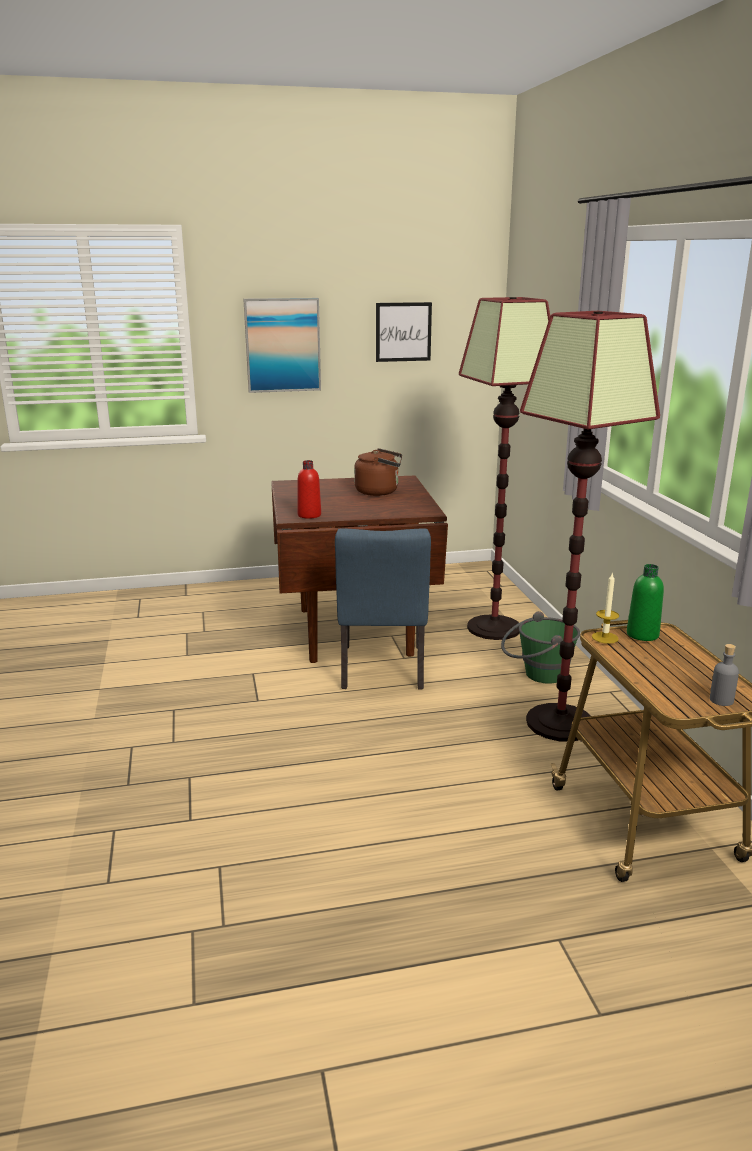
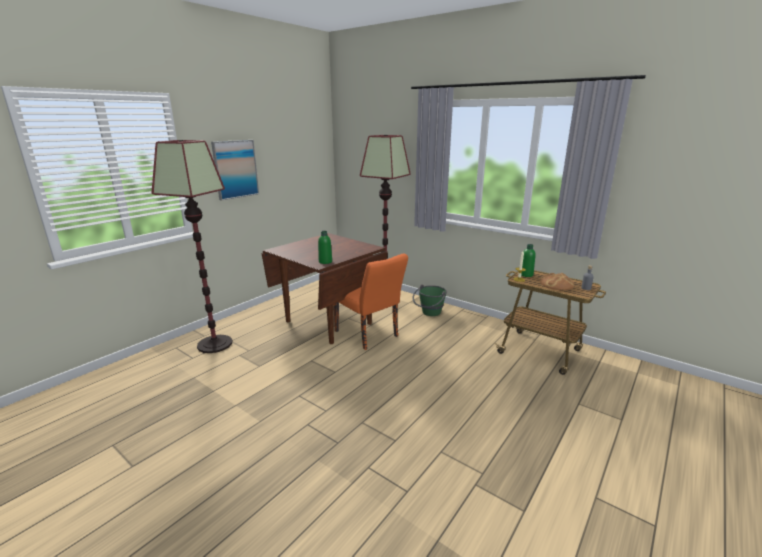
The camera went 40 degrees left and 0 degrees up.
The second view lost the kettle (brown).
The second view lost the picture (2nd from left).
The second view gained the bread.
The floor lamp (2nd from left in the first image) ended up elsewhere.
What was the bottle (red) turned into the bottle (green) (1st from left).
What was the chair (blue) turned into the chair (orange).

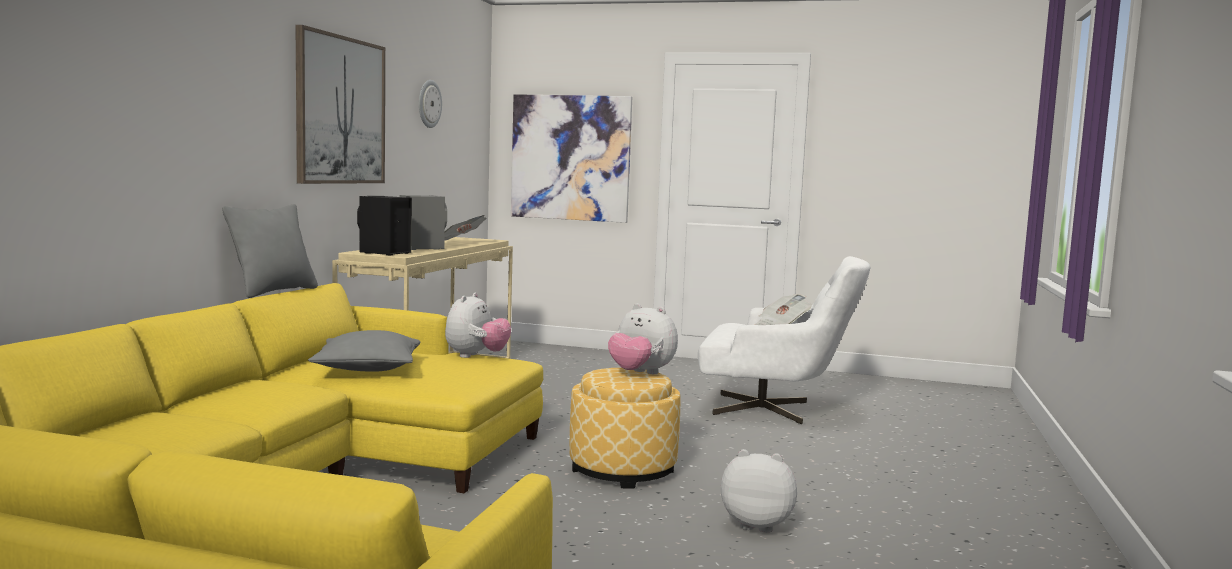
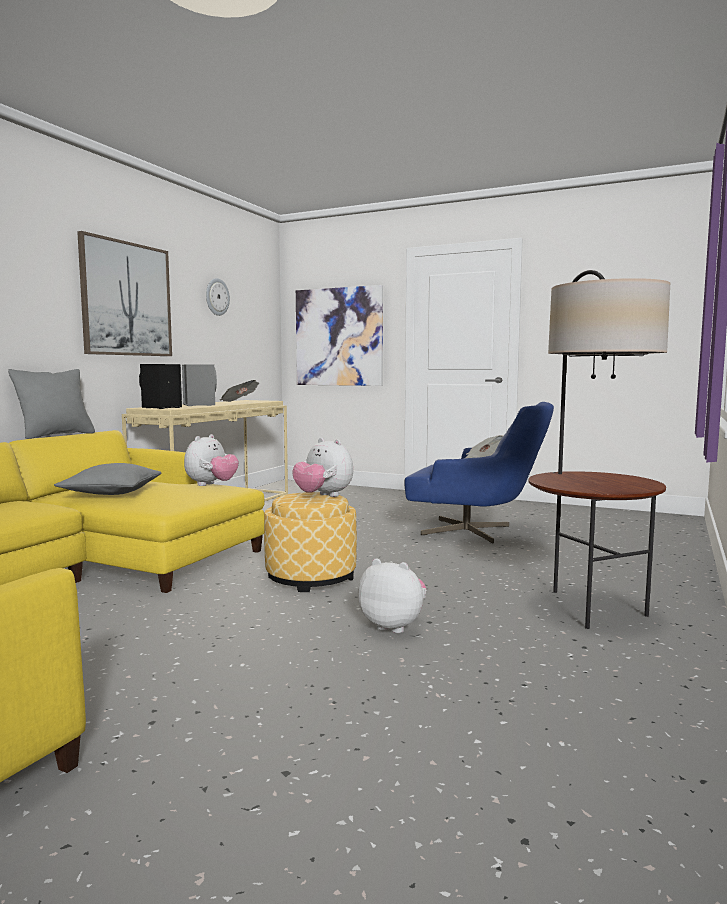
The camera went 10 degrees right and 0 degrees up.
The second view gained the floor lamp.
What was the armchair (white) turned into the armchair (blue).

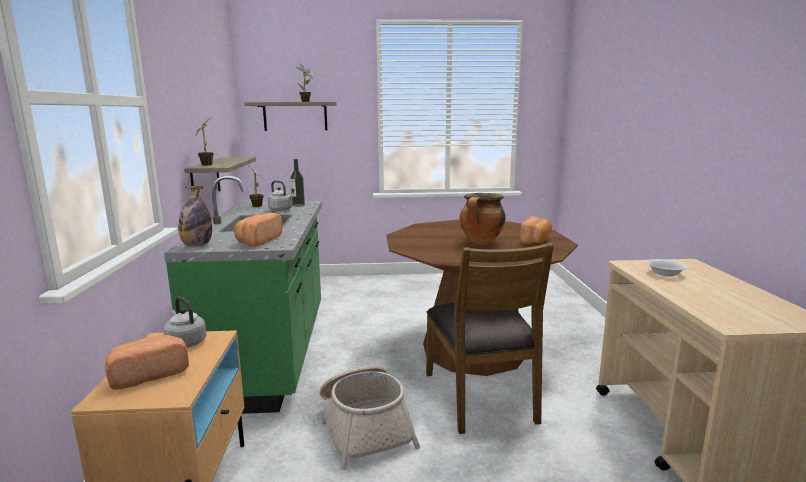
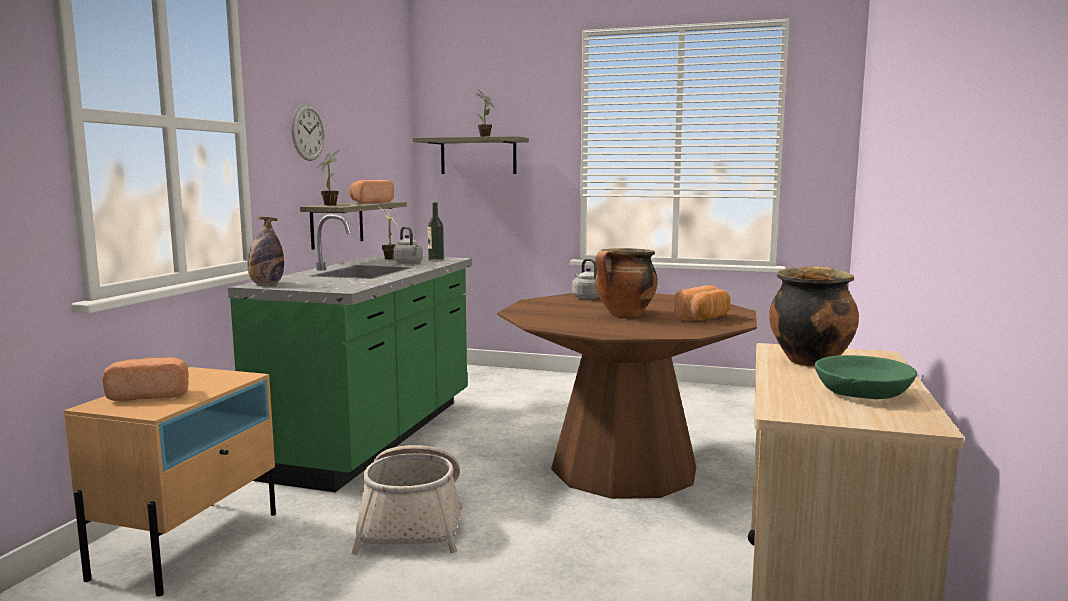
The camera went 20 degrees right and 5 degrees down.
The second view lost the chair (brown).
The second view gained the wall clock.
The second view gained the bowl (green).
The kettle (grey) (1st from left in the first image) ended up elsewhere.
The bread (2nd from left) ended up elsewhere.
Where the bowl (white) stood, the cooking pot (2nd from left) came to stand.

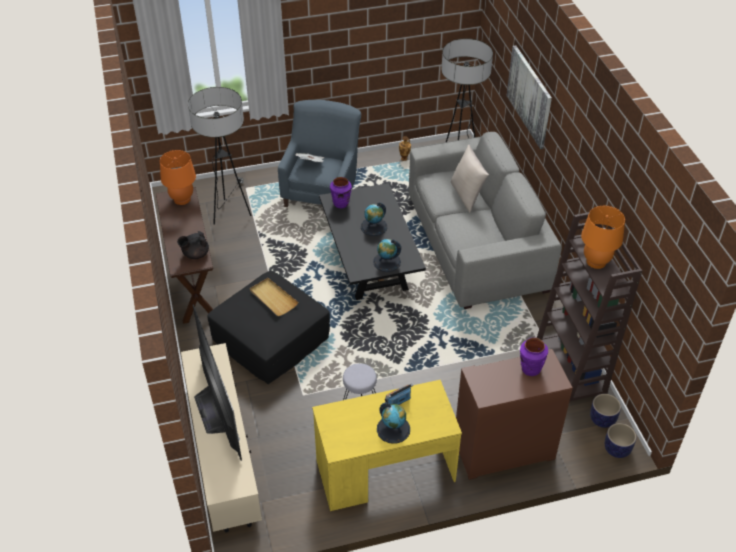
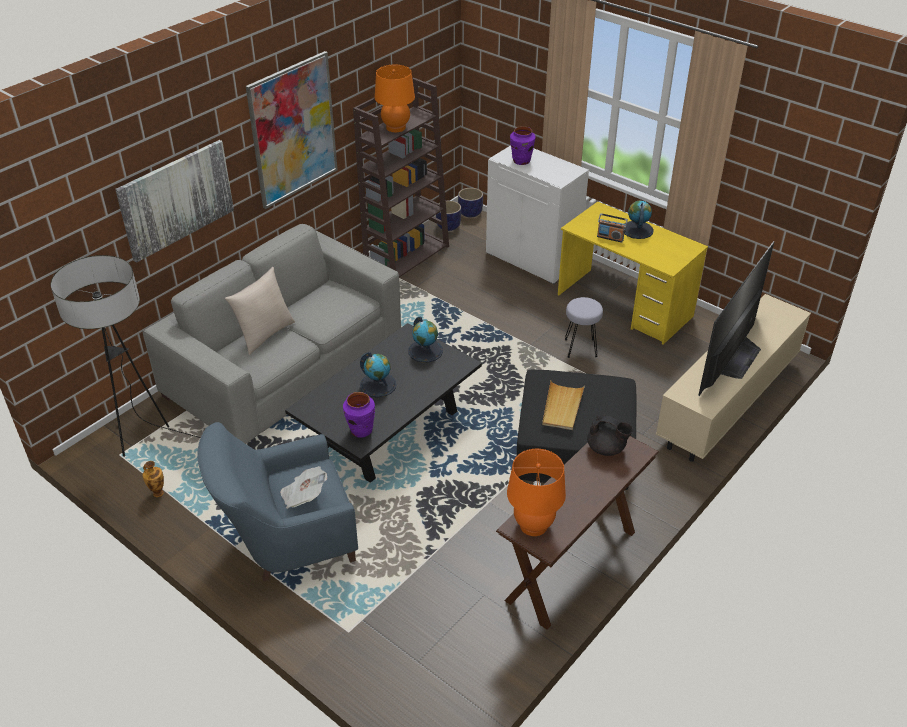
The camera went 125 degrees left and 5 degrees down.
The second view lost the floor lamp (1st from left).
The second view gained the picture (2nd from left).
What was the cabinet (brown) turned into the cabinet (white).

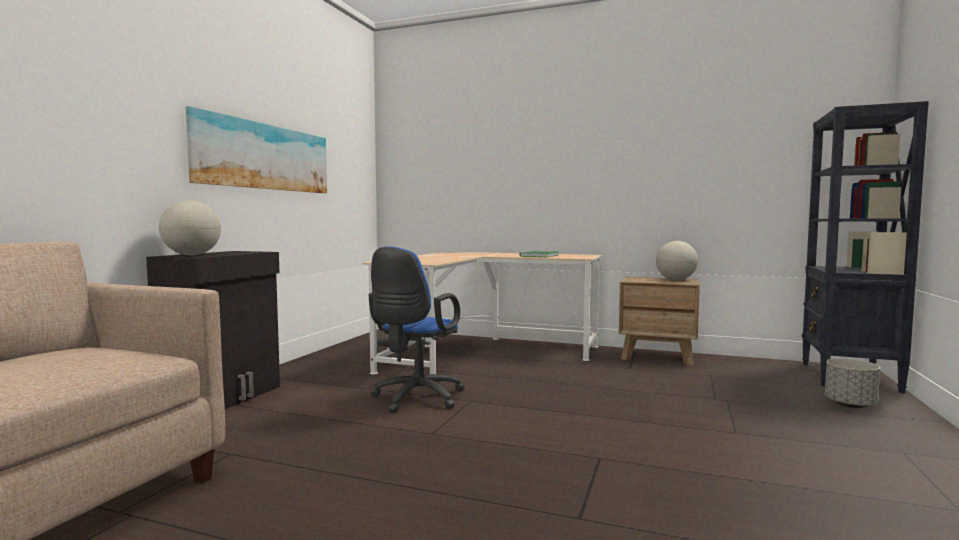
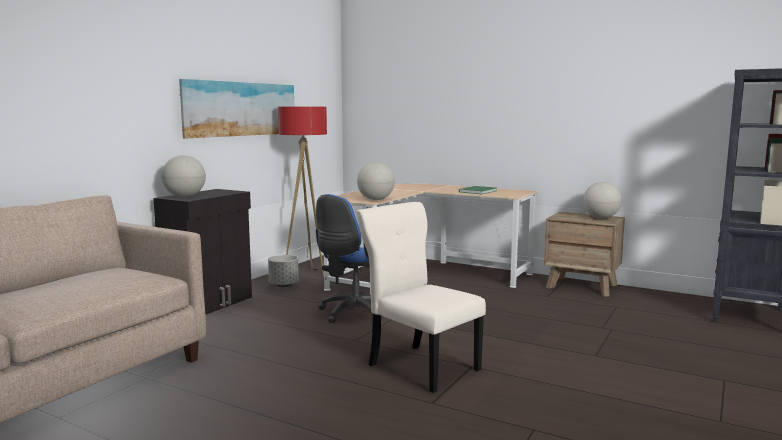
The camera went 10 degrees right and 5 degrees up.
The second view gained the floor lamp.
The second view gained the globe (2nd from left).
The second view gained the chair (beige).
The planter (grey) ended up elsewhere.

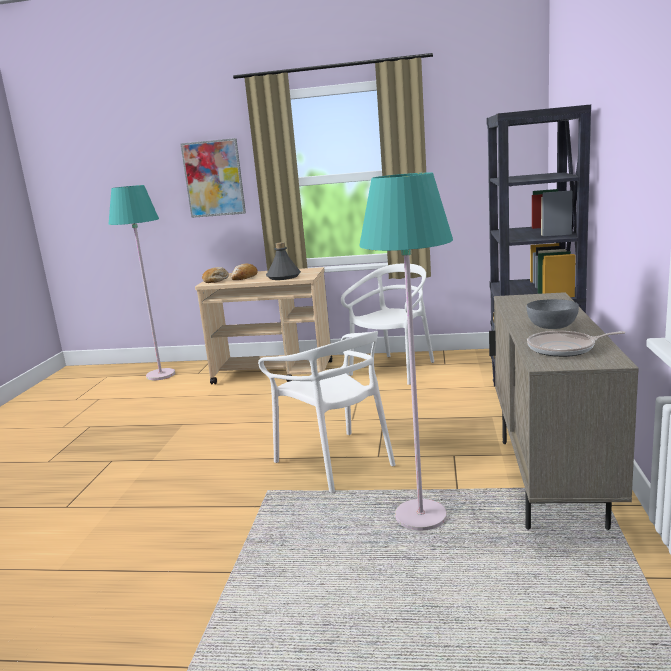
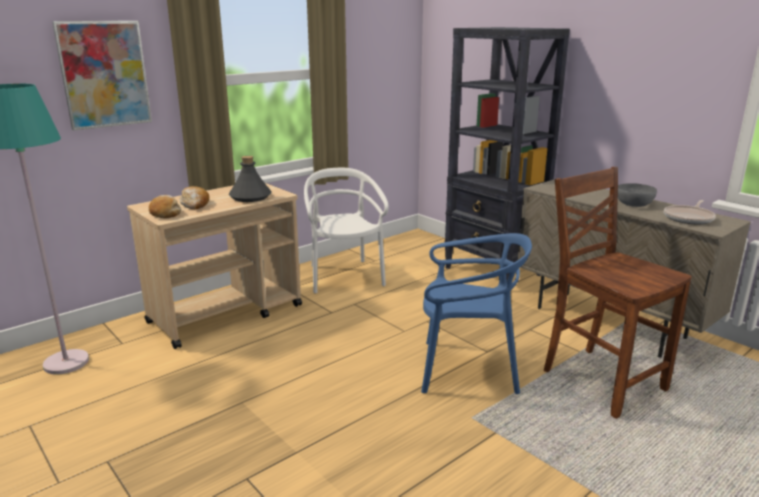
The camera went 50 degrees left and 5 degrees up.
Where the floor lamp (turquoise) (2nd from left) stood, the chair (brown) came to stand.
What was the chair (white) (1st from left) turned into the chair (blue).

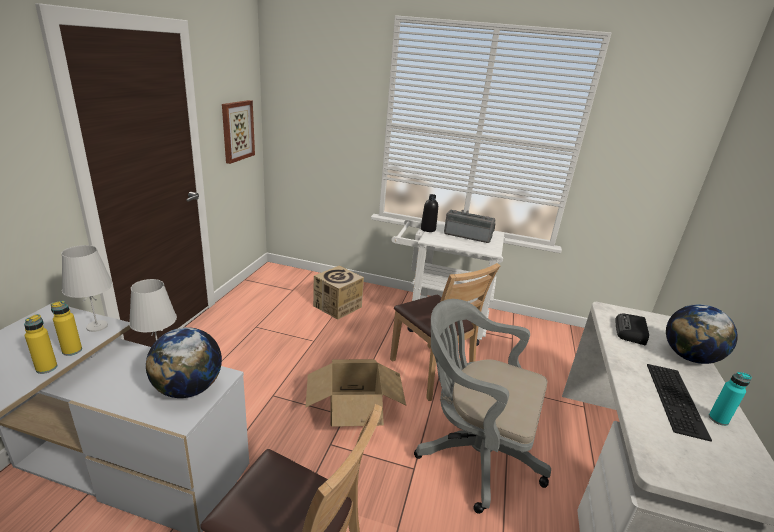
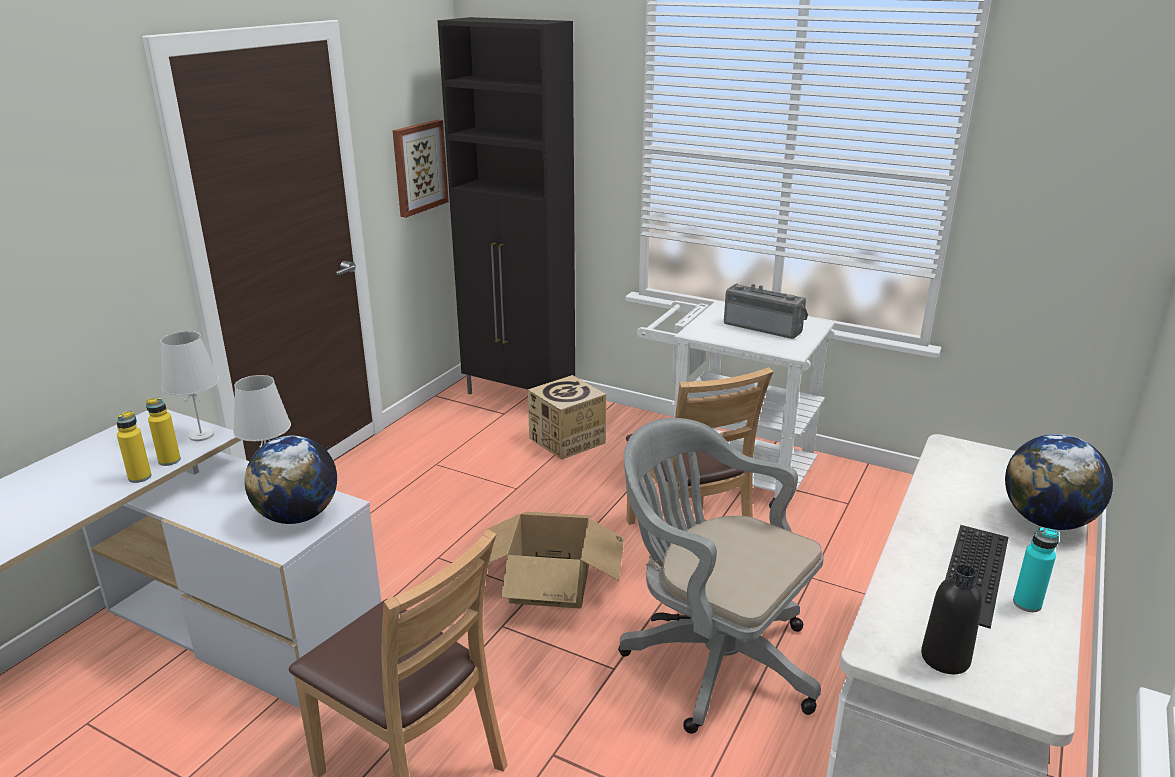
The camera went 15 degrees right and 0 degrees up.
The second view lost the radio (2nd from left).
The second view gained the cabinet (black).
The bottle (black) ended up elsewhere.

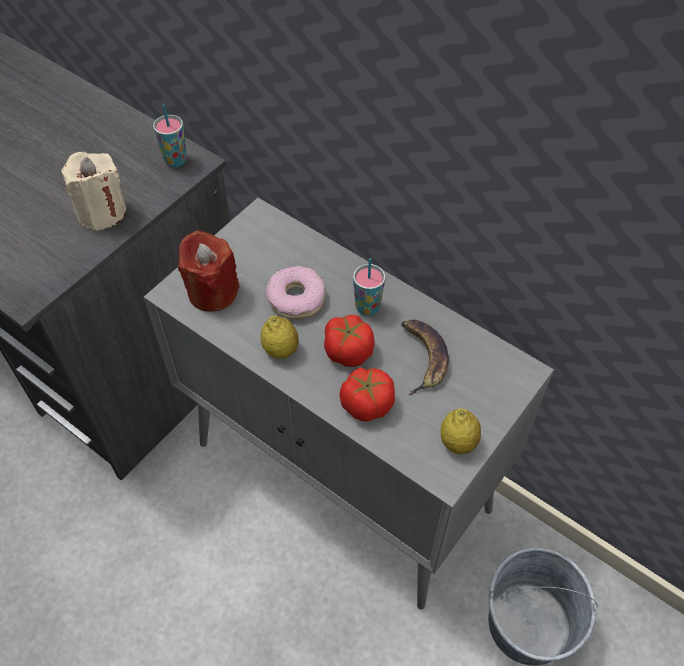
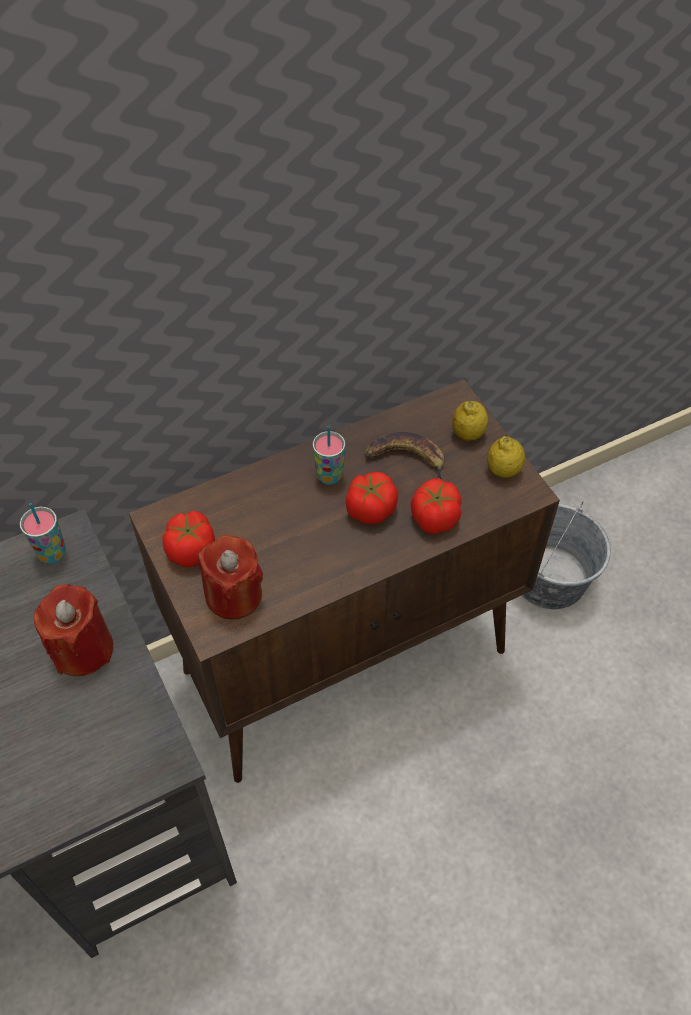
The camera went 65 degrees left and 0 degrees up.
The second view lost the donut.
The second view gained the tomato (1st from left).
The lemon (1st from left) ended up elsewhere.
What was the candle (beige) turned into the candle (red) (1st from left).
What was the cabinet (grey) turned into the cabinet (brown).

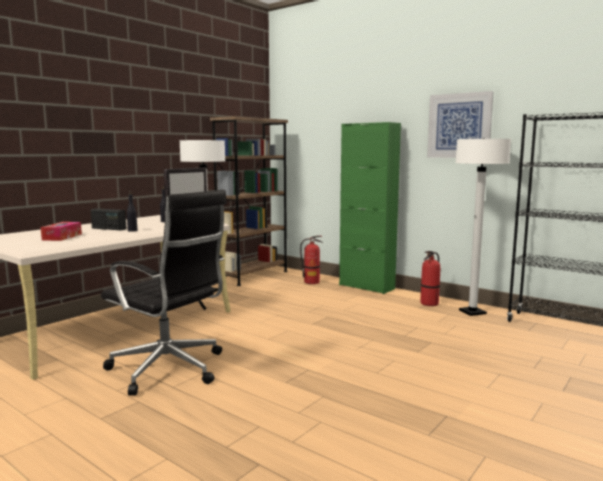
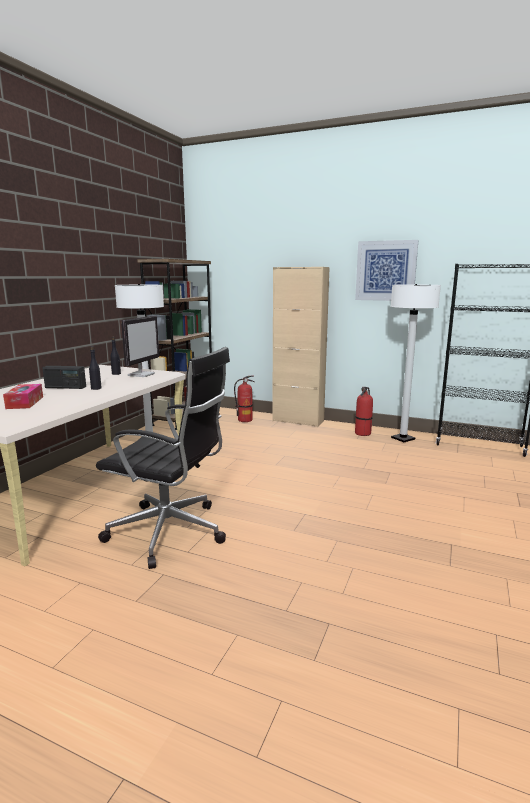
The camera went 15 degrees left and 5 degrees up.
What was the cabinet (green) turned into the cabinet (beige).

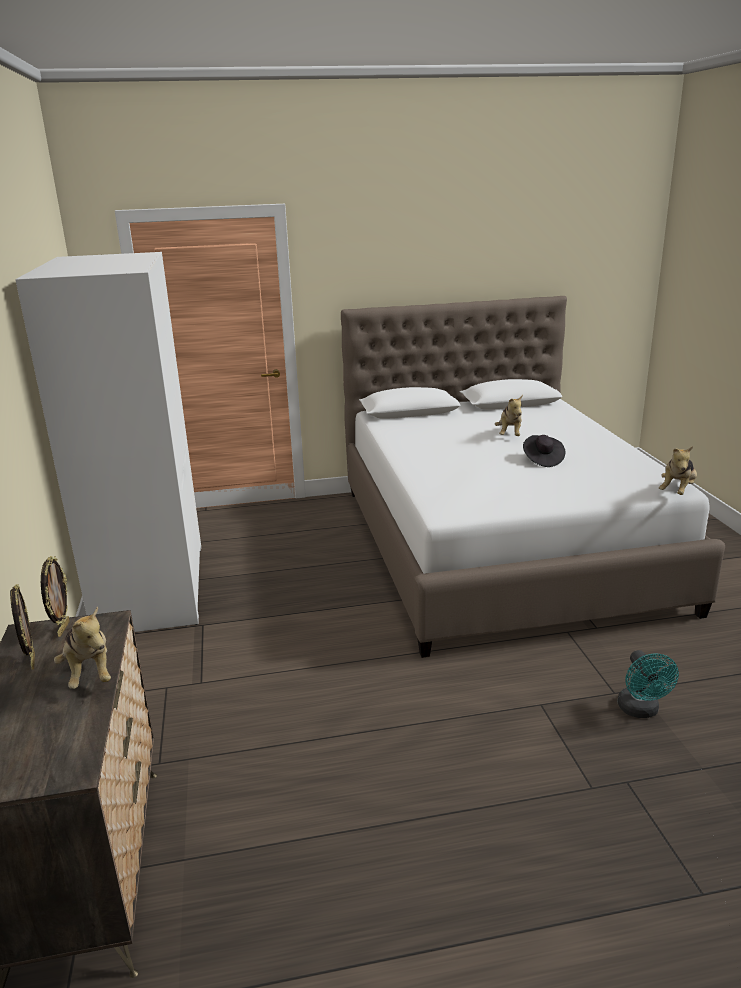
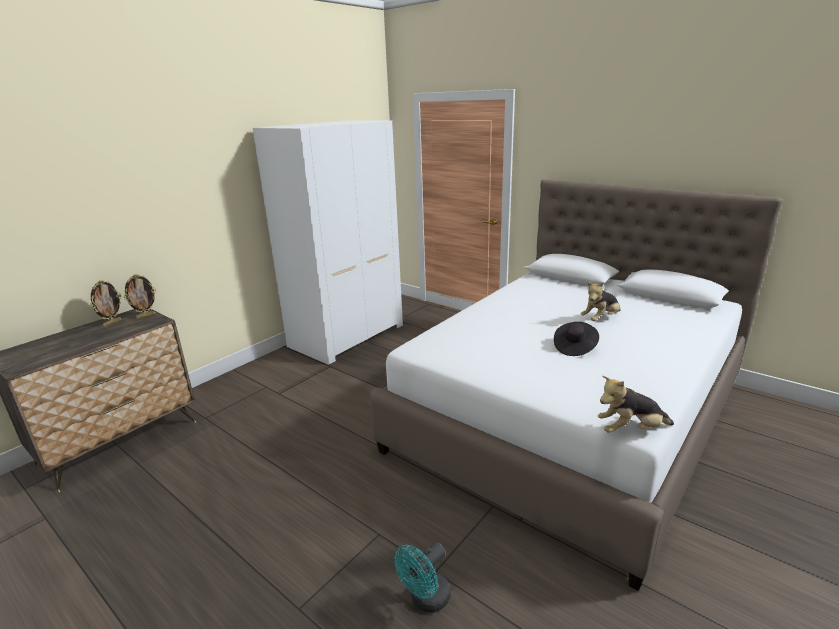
The camera went 50 degrees right and 0 degrees up.
The second view lost the plush toy (1st from left).

